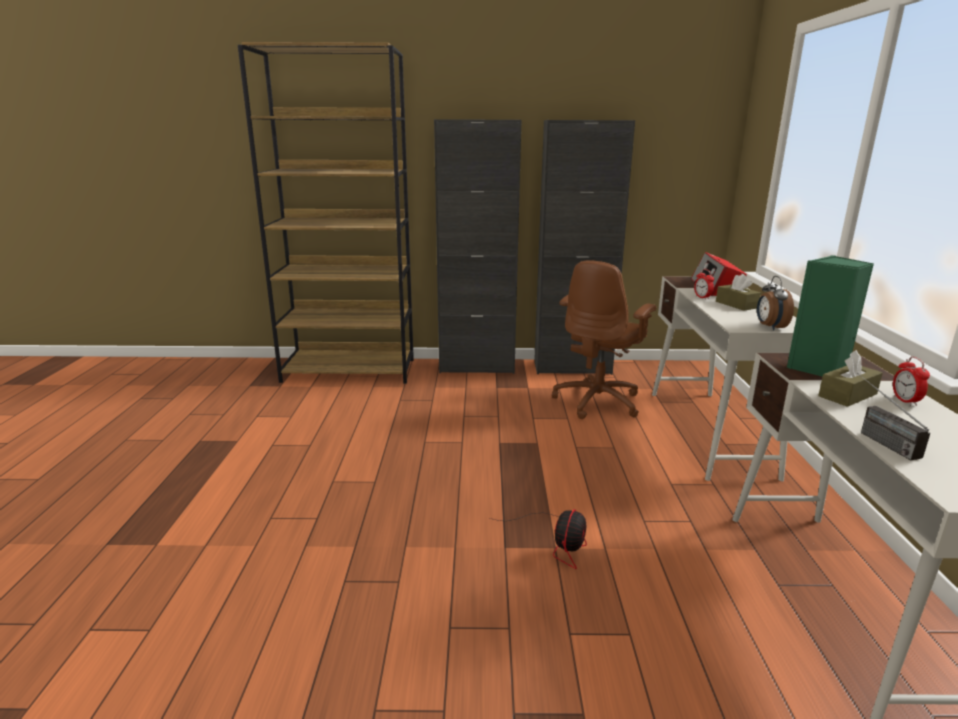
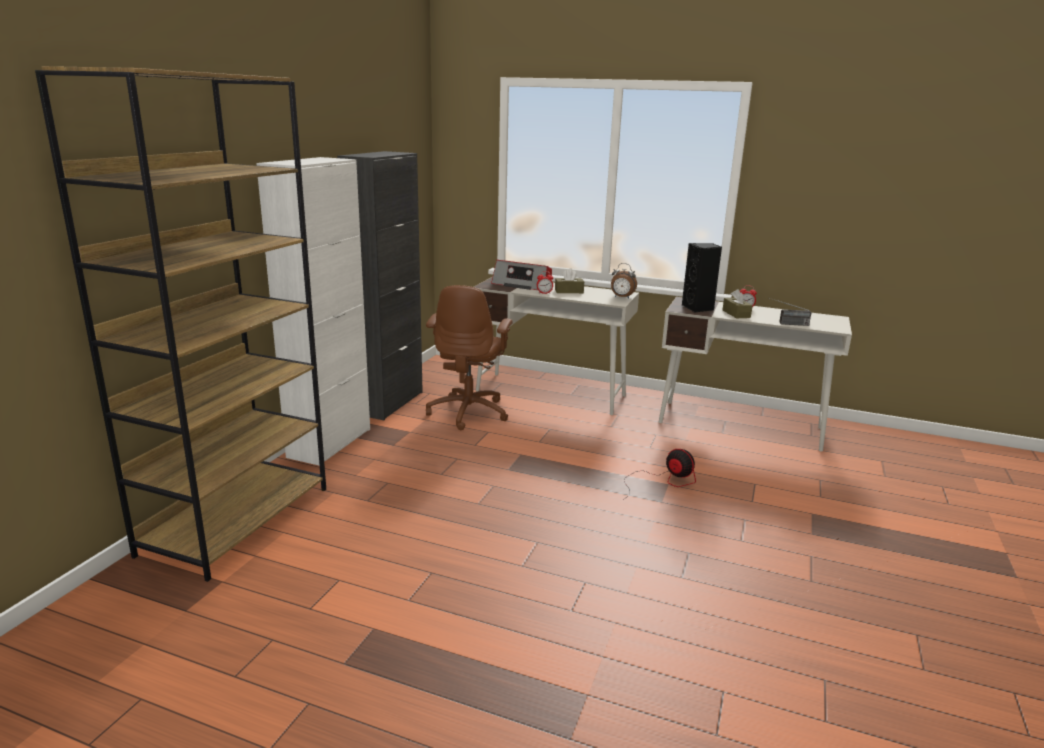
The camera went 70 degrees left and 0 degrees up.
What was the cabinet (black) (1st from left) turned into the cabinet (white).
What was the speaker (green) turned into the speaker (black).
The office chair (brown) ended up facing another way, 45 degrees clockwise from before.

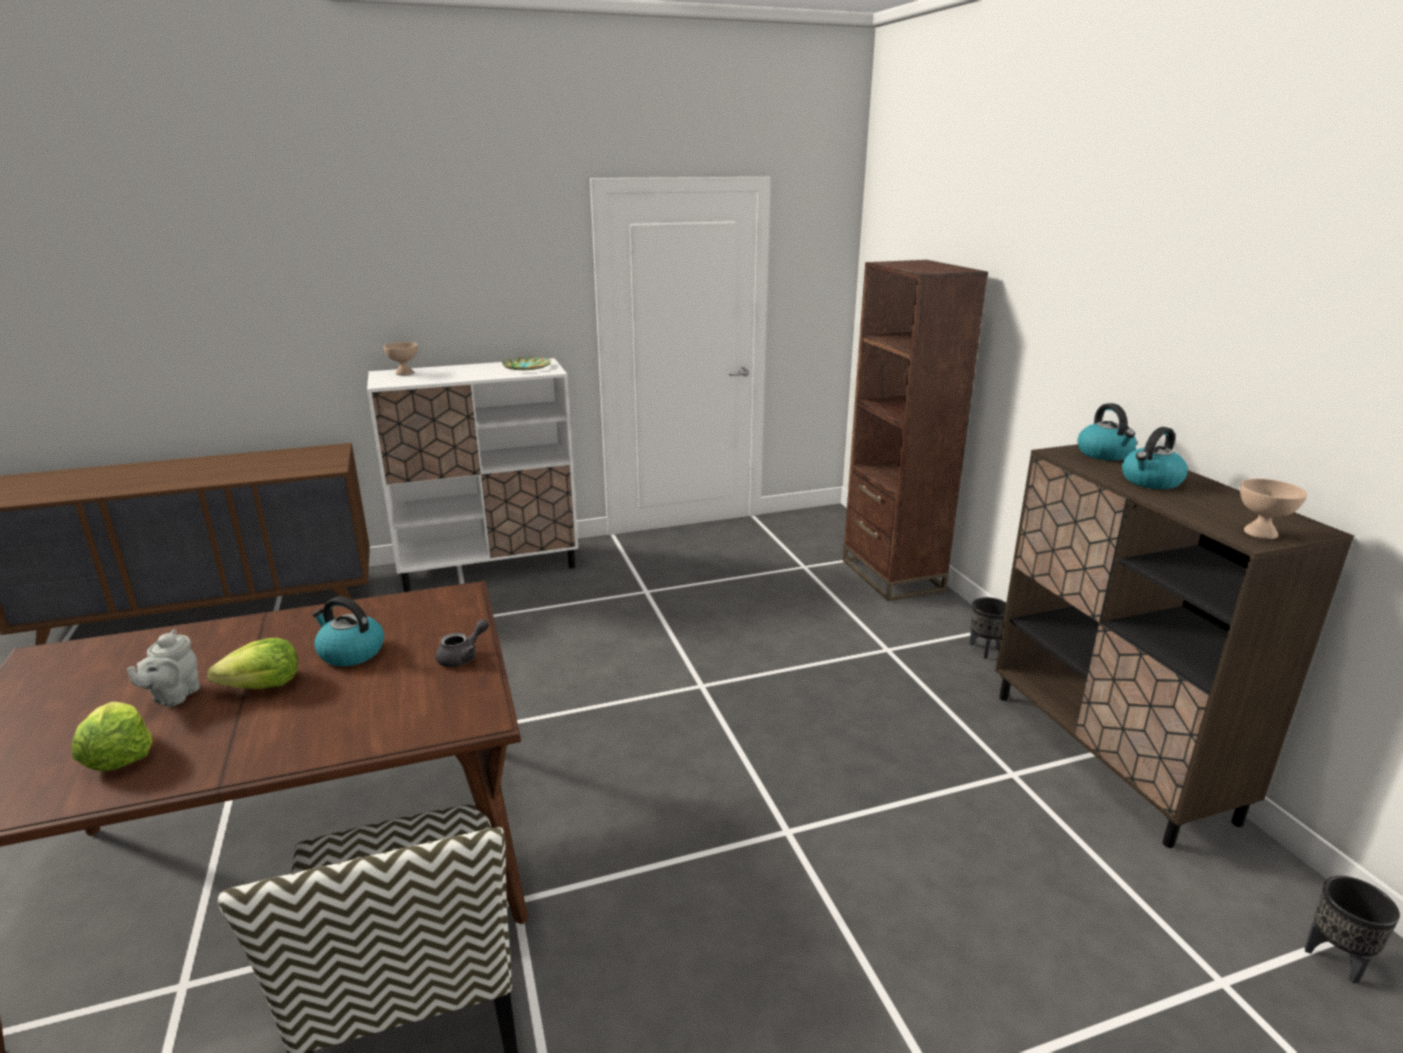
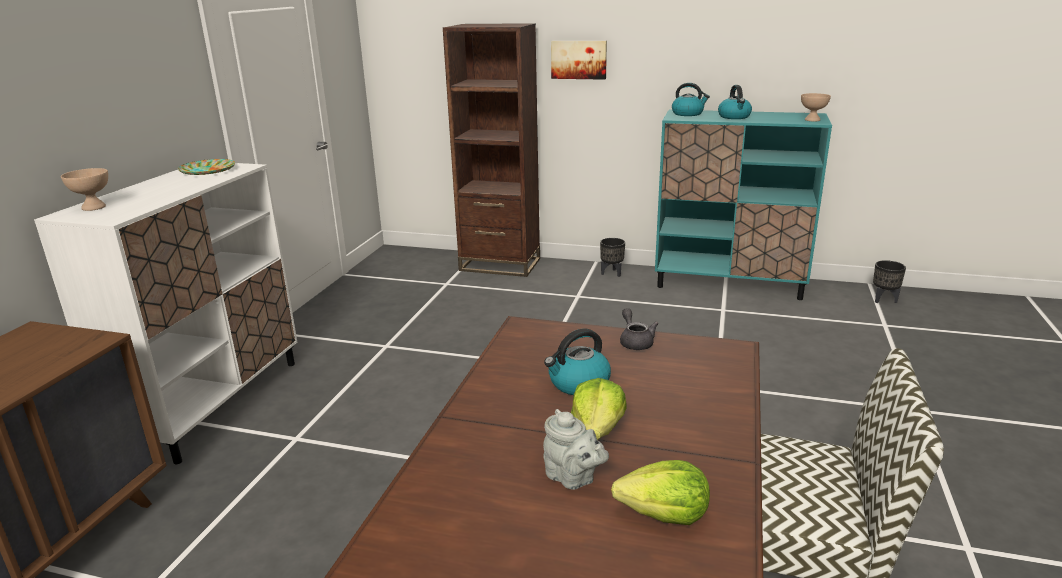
The camera went 55 degrees left and 0 degrees up.
The second view gained the picture.
What was the cabinet (brown) turned into the cabinet (turquoise).

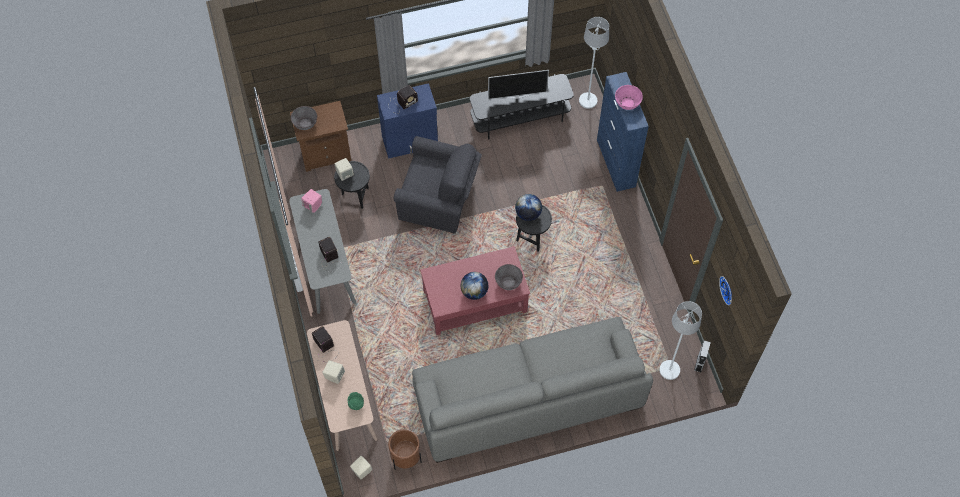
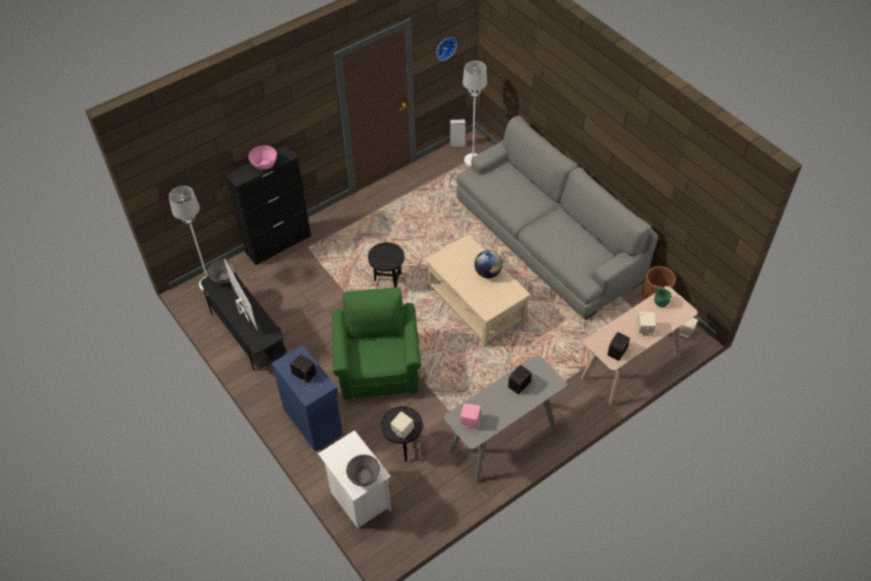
The camera went 110 degrees left and 10 degrees down.
The second view lost the globe (2nd from left).
The bowl (grey) (2nd from left in the first image) ended up elsewhere.
What was the nightstand (brown) turned into the nightstand (white).
What was the armchair (grey) turned into the armchair (green).
What was the coffee table (red) turned into the coffee table (beige).
What was the cabinet (blue) (2nd from left) turned into the cabinet (black).

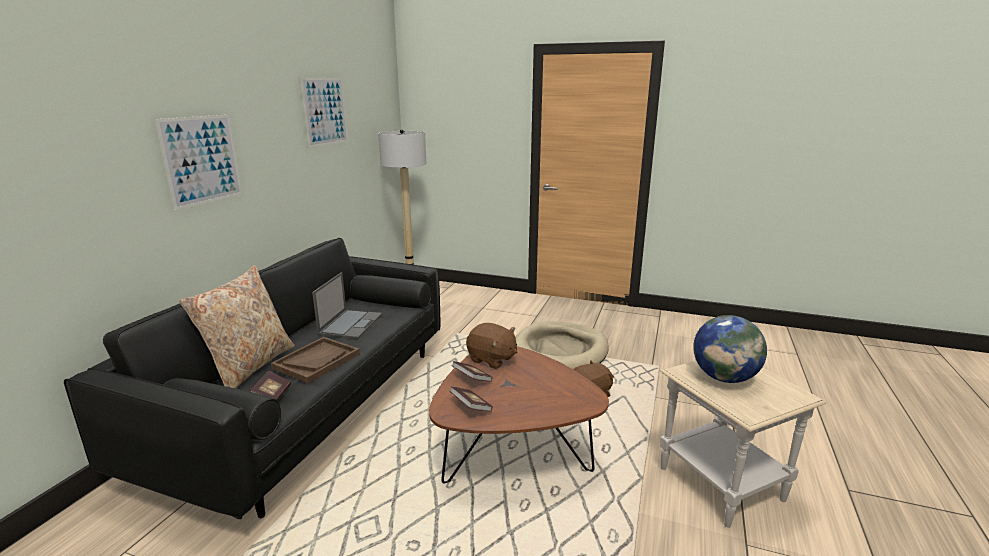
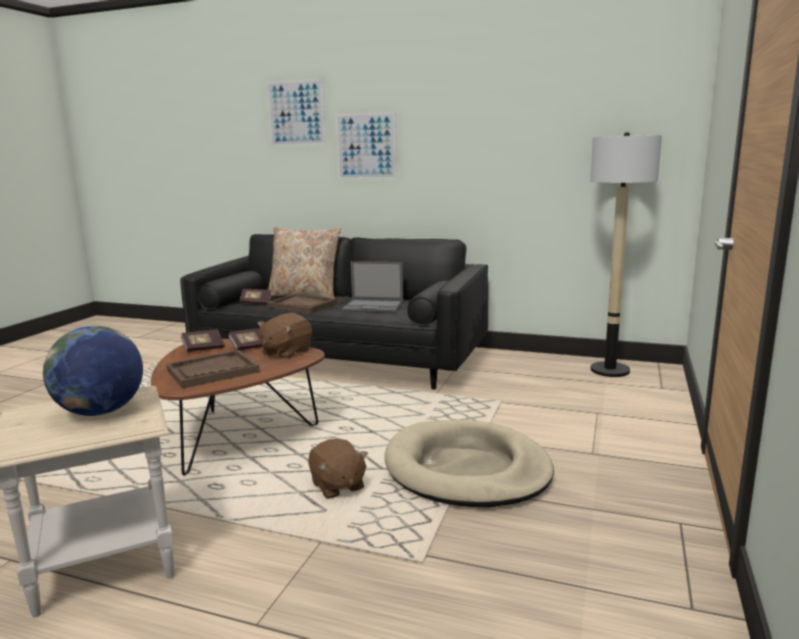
The camera went 90 degrees right and 5 degrees down.
The second view gained the tray (brown) (1st from left).
The picture (2nd from left in the first image) ended up elsewhere.

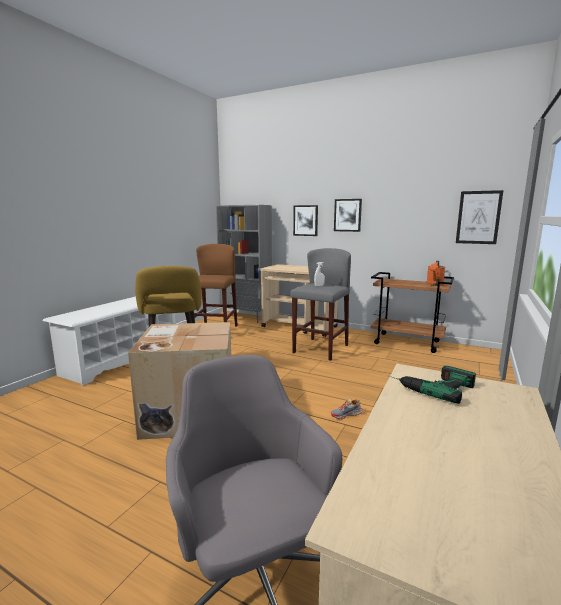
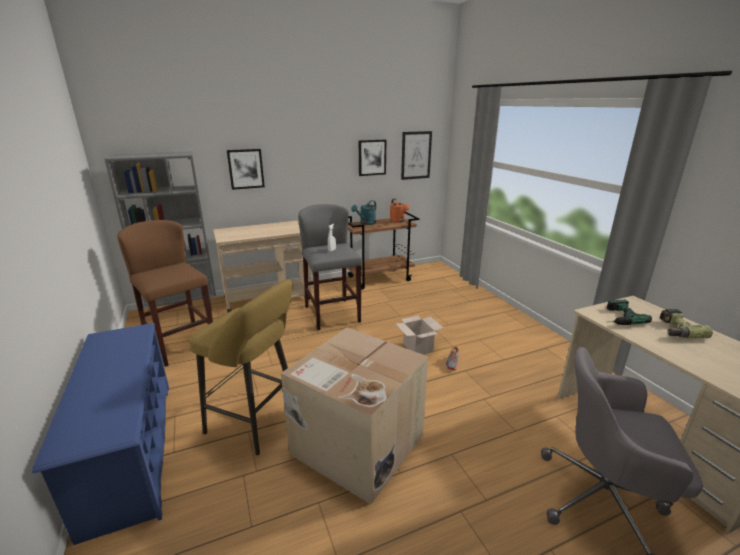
The camera went 50 degrees left and 10 degrees up.
The second view gained the watering can (turquoise).
The second view gained the cardboard box (2nd from left).
The second view gained the power drill (2nd from left).
The picture (2nd from left) ended up elsewhere.
What was the shoe rack (white) turned into the shoe rack (blue).

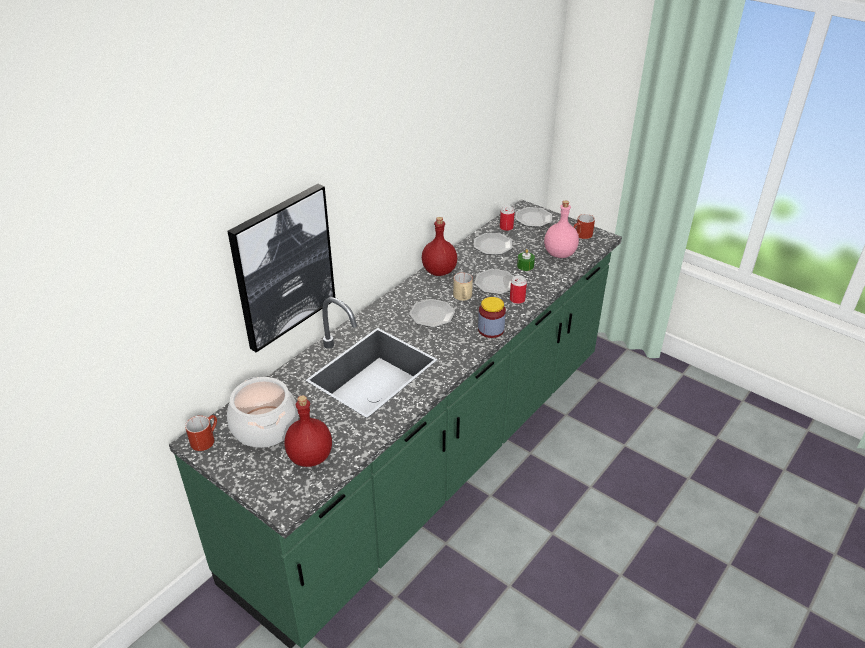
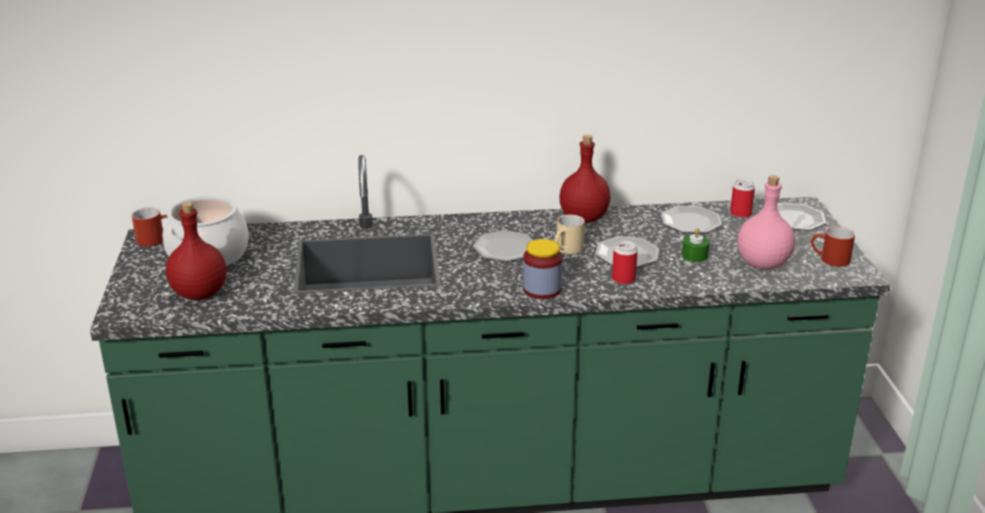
The camera went 45 degrees right and 10 degrees down.
The second view lost the picture.

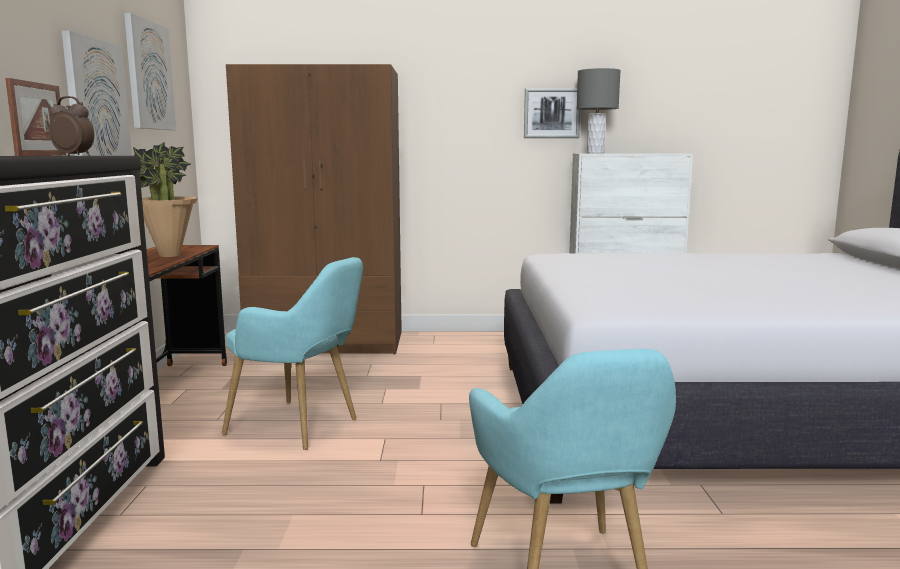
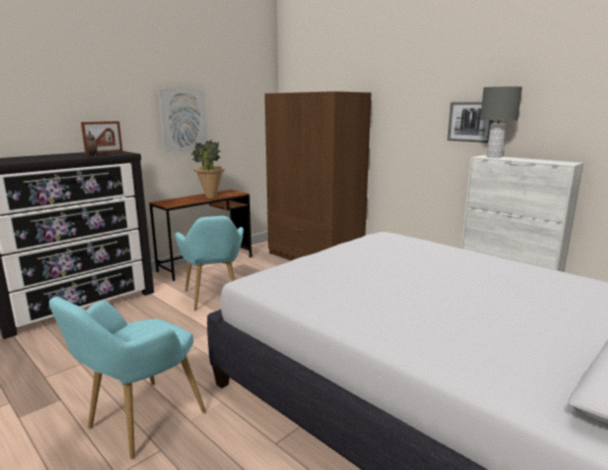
The camera went 45 degrees right and 5 degrees up.
The second view lost the picture (2nd from left).

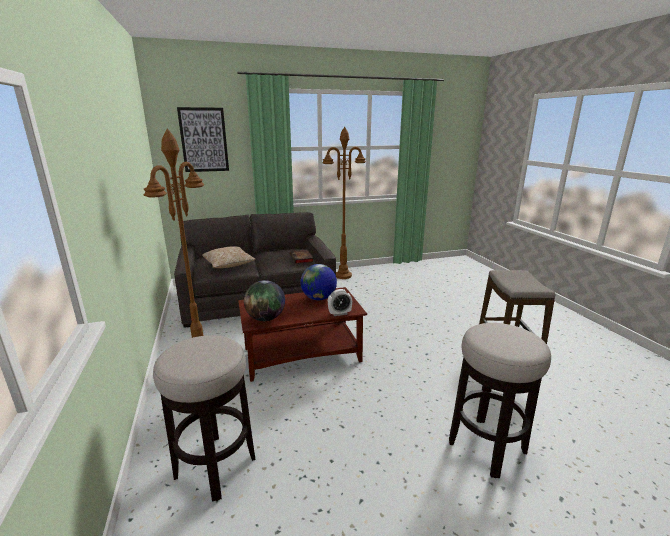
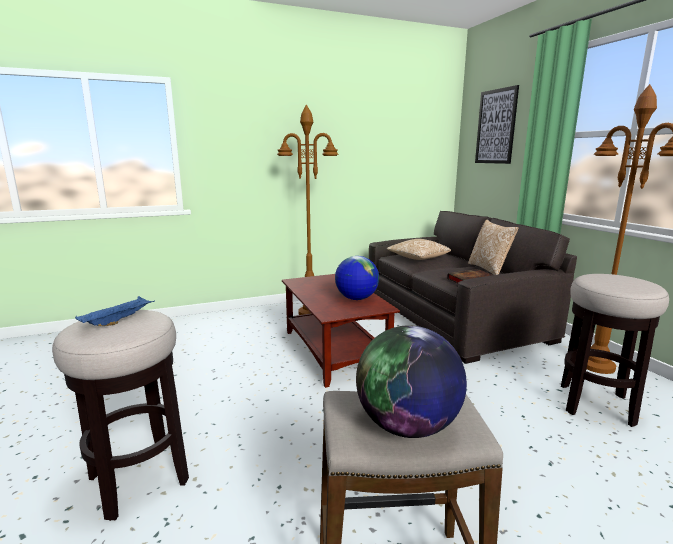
The camera went 85 degrees right and 5 degrees down.
The second view lost the alarm clock.
The second view gained the tray (blue).
The second view gained the pillow (2nd from left).
The stool (1st from left in the first image) ended up elsewhere.
The globe (1st from left in the first image) ended up elsewhere.

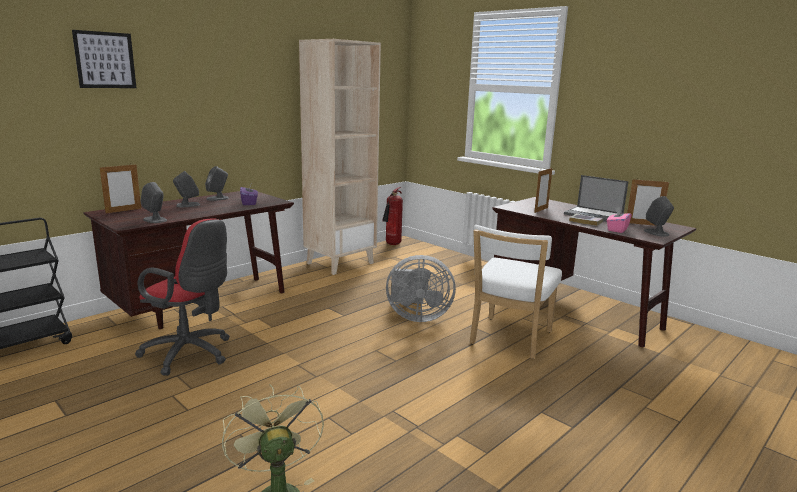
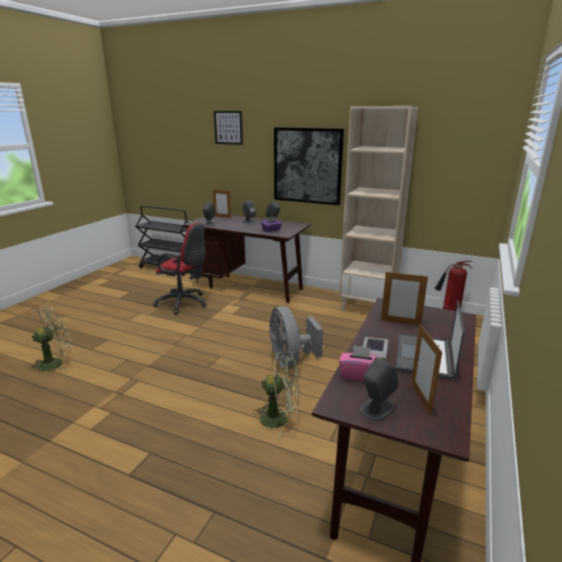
The camera went 70 degrees right and 5 degrees up.
The second view gained the picture (2nd from left).
Where the chair (white) stood, the fan (green) (2nd from left) came to stand.
The office chair (red) ended up facing another way, 75 degrees counterclockwise from before.

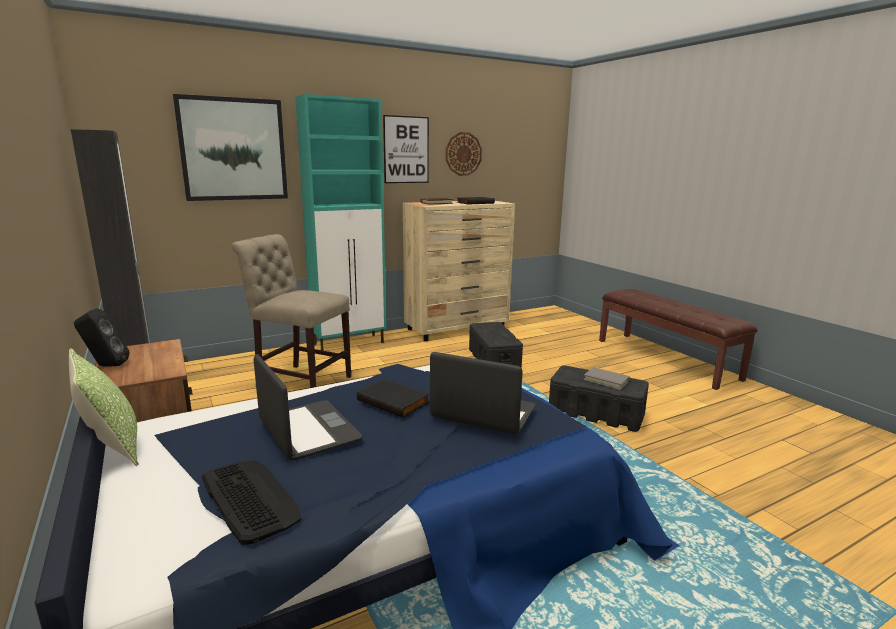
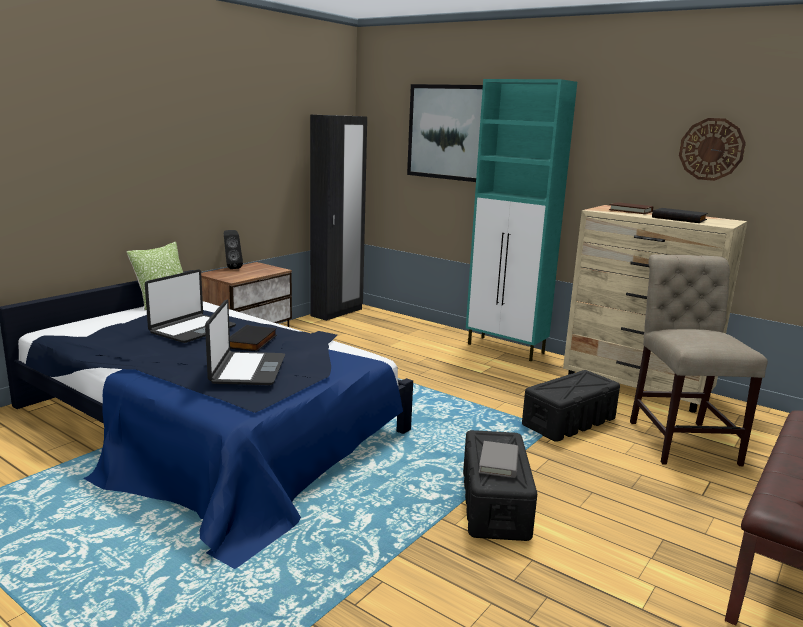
The camera went 65 degrees right and 0 degrees up.
The second view lost the keyboard.
The second view lost the picture (2nd from left).
The chair (beige) ended up elsewhere.

